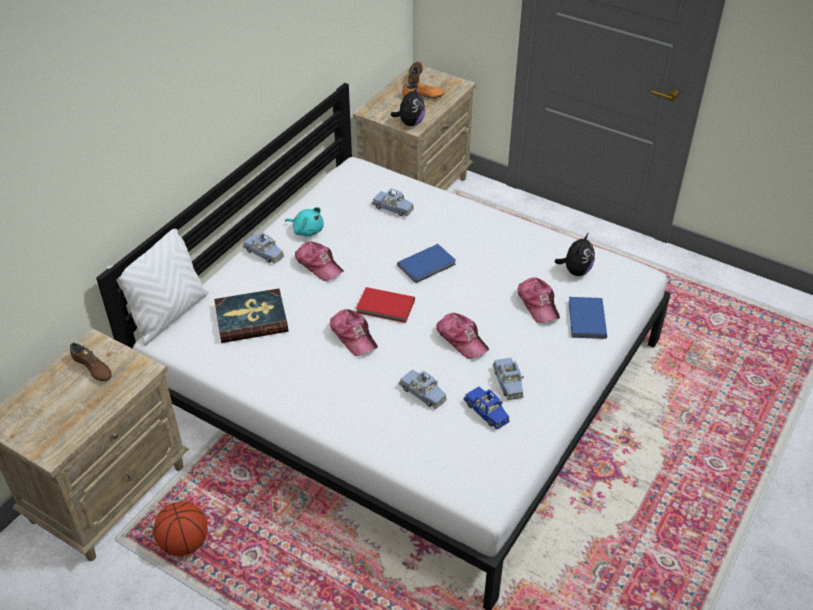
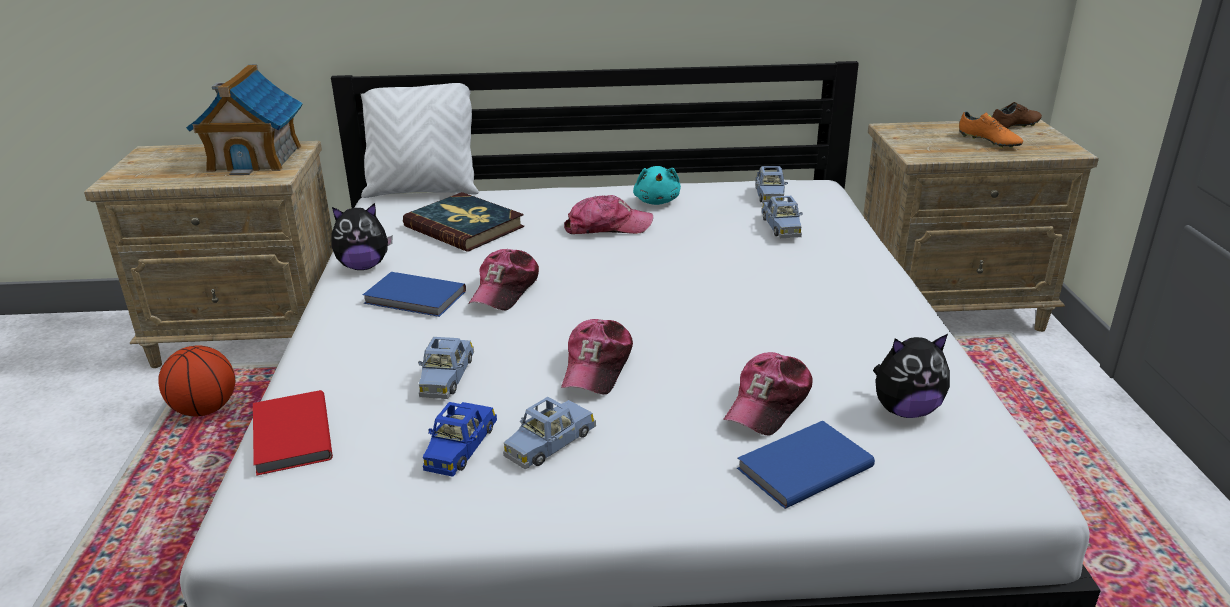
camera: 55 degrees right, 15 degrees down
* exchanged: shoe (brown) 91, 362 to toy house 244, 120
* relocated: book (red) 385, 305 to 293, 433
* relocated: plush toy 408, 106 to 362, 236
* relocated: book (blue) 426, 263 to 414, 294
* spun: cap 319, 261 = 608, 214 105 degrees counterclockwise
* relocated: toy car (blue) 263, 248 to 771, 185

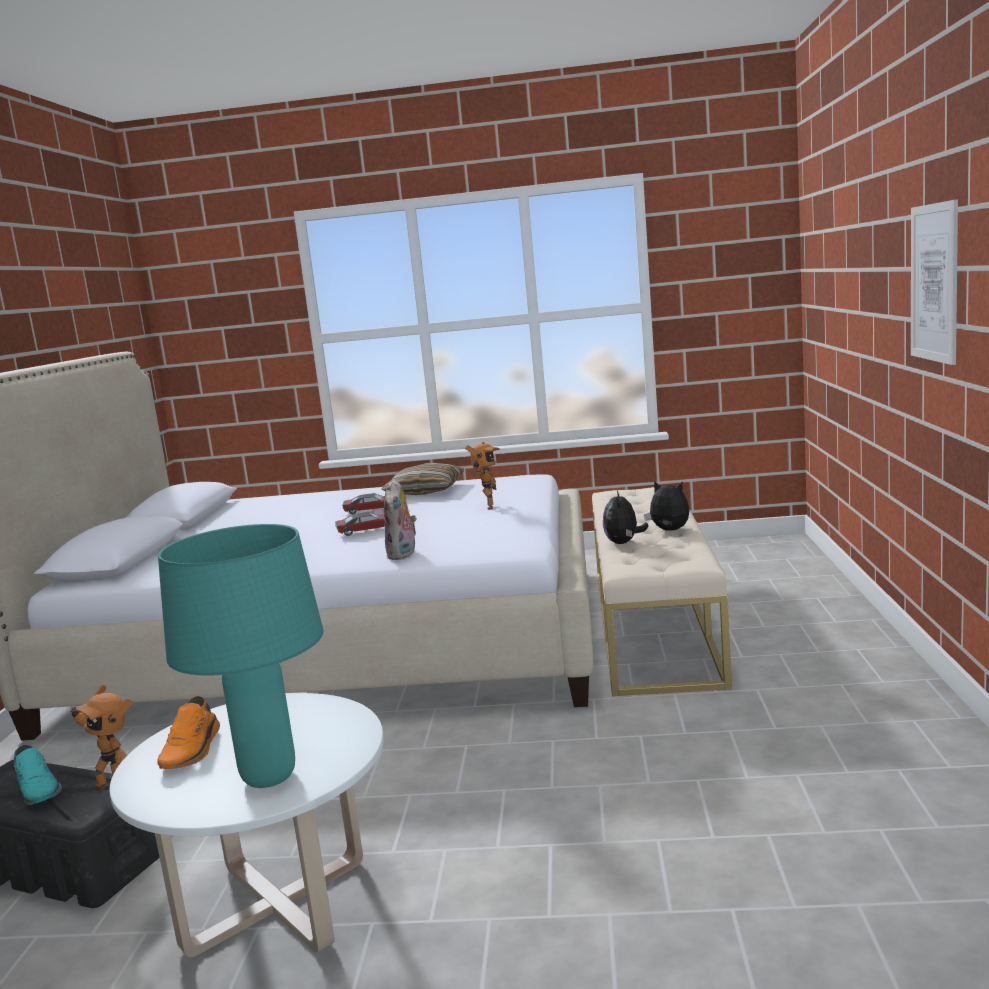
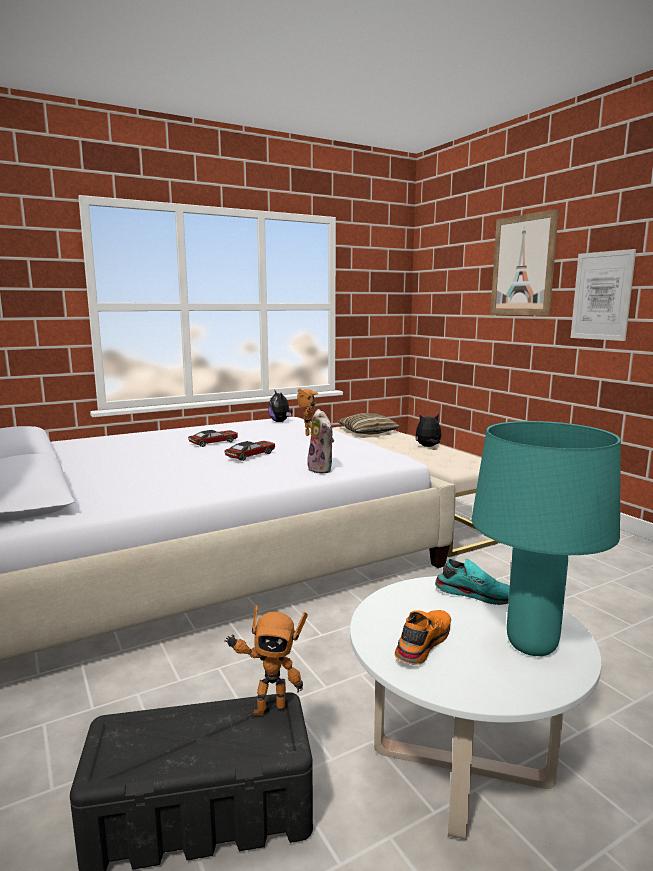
camera: 35 degrees left, 0 degrees up
* relocated: plush toy 626, 517 to 280, 406
* relocated: pillow 423, 479 to 368, 424
* spun: shoe (orange) 188, 732 = 423, 637 120 degrees counterclockwise
* relocated: shoe (turquoise) 37, 775 to 472, 581
* appeared: picture 525, 262

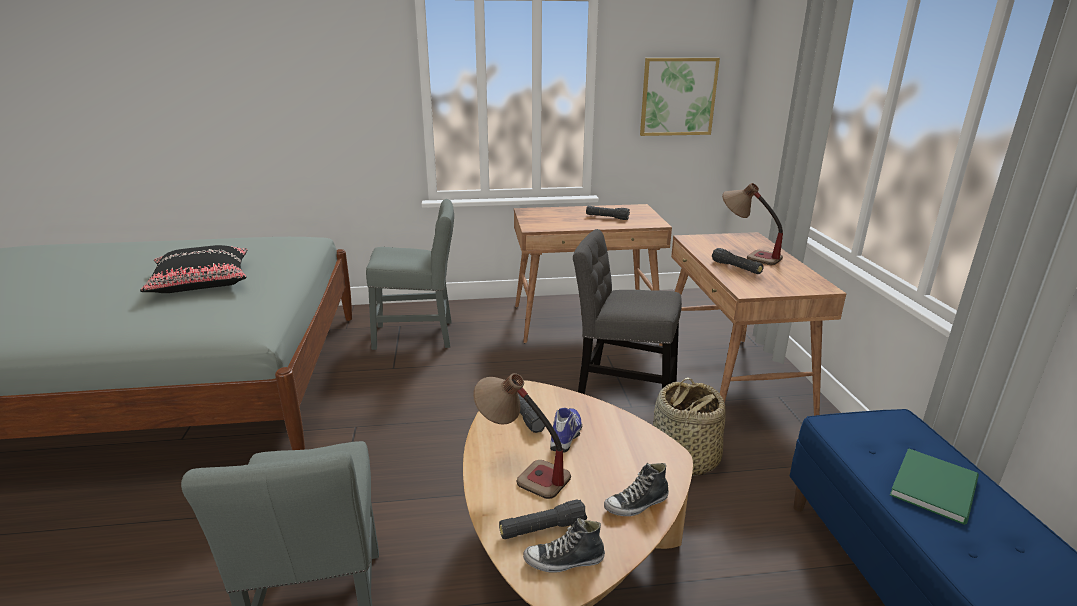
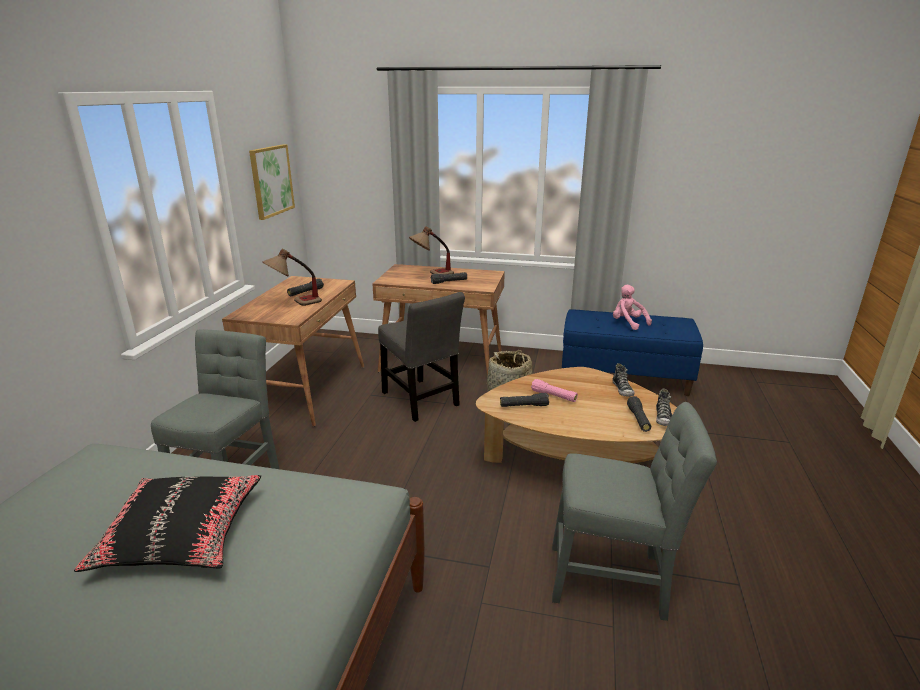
camera: 70 degrees left, 0 degrees up
* relocated: table lamp 522, 436 to 292, 277
* spun: chair (grey) 627, 311 = 421, 357 75 degrees counterclockwise
* exchanged: shoe 566, 430 to flashlight (pink) 554, 390
* exchanged: book (green) 934, 486 to plush toy (pink) 632, 307

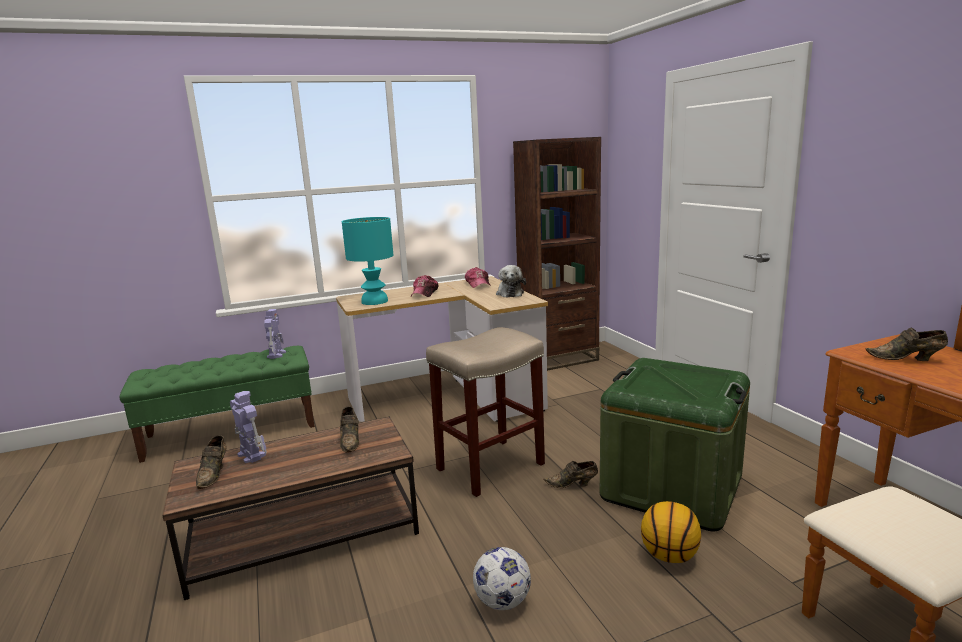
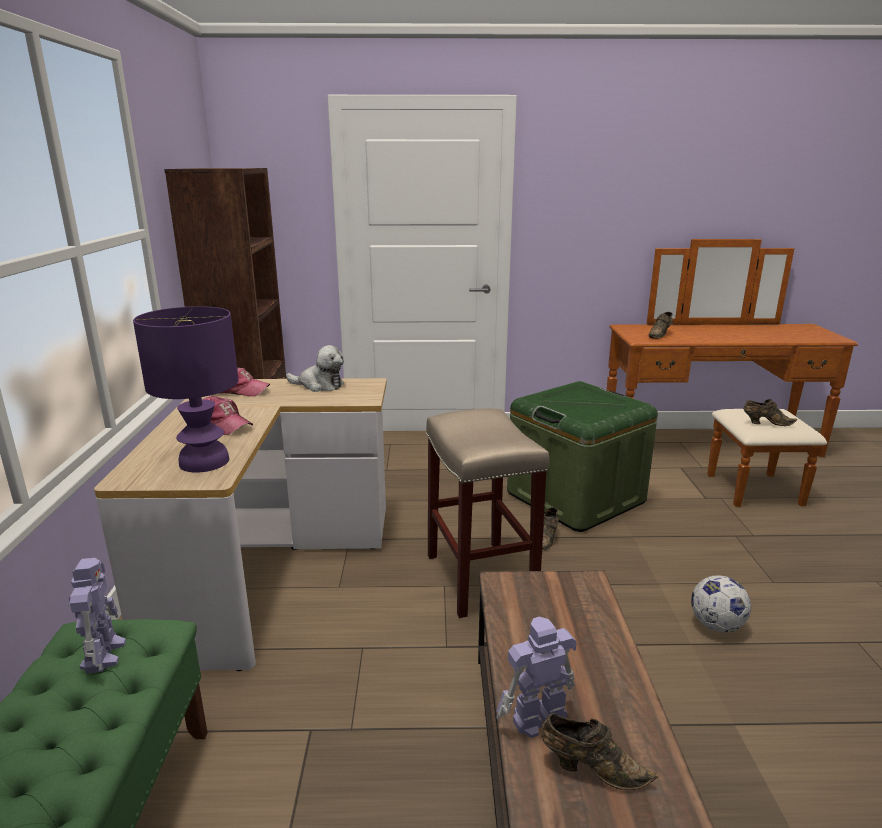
camera: 70 degrees left, 5 degrees up
* spun: toy robot 275, 334 = 97, 616 60 degrees clockwise
* colour: table lamp (turquoise) 367, 261 to table lamp (purple) 186, 389
* relocated: shoe (brown) 349, 429 to 770, 412
* missing: basketball 671, 532

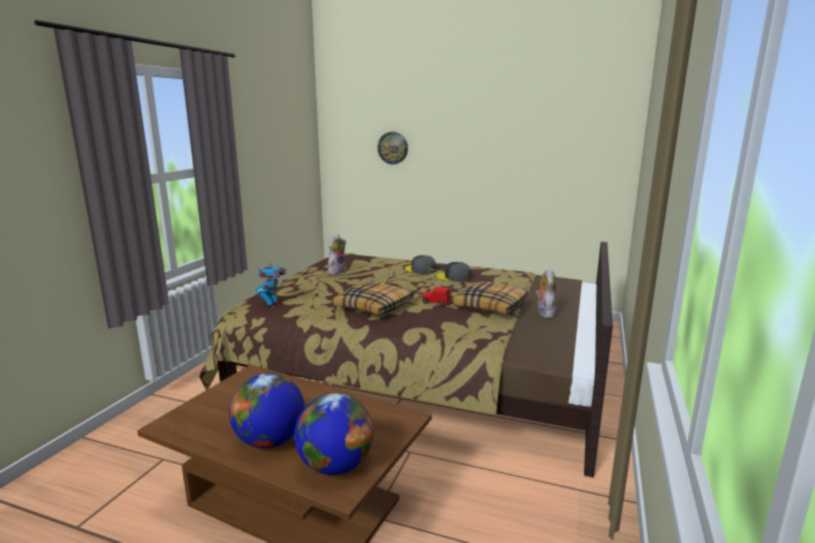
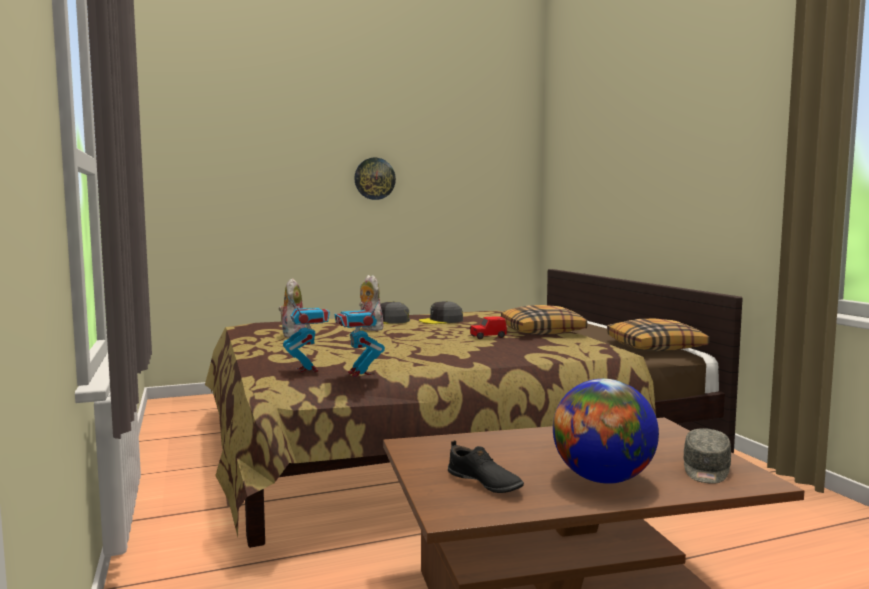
camera: 40 degrees left, 10 degrees down
* appeared: toy robot 359, 337
* relocated: wall clock 393, 148 to 375, 179
* relocated: plush toy 546, 293 to 371, 303
* appeared: shoe (black) 486, 466
* relocated: pillow 373, 298 to 658, 335
* exchanged: globe 334, 434 to cap (grey) 707, 456

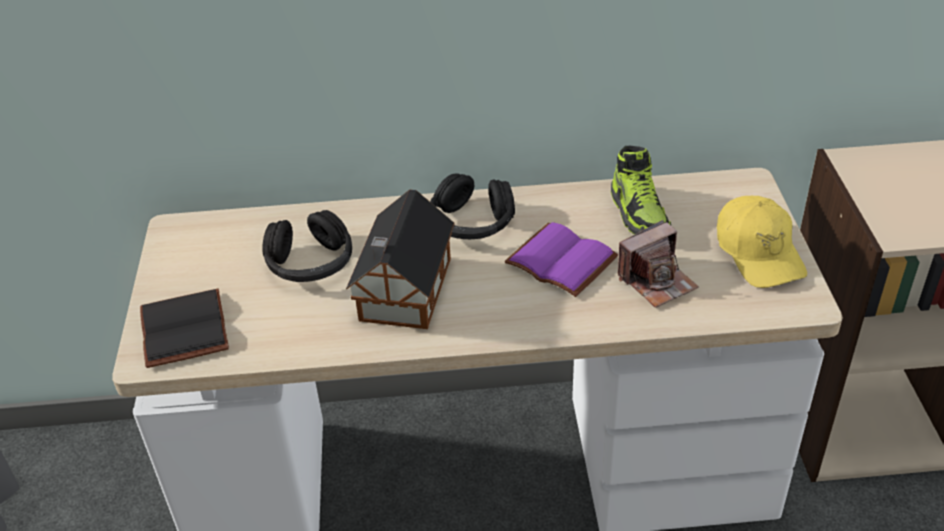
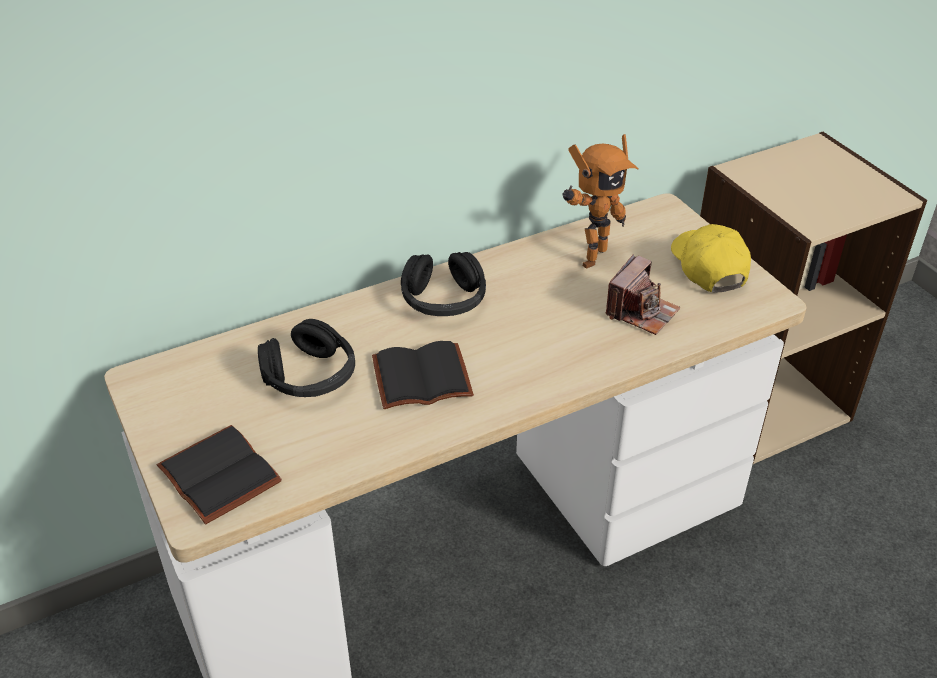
camera: 25 degrees left, 0 degrees up
* exchanged: toy house 400, 259 to book (black) 423, 375
* exchanged: shoe 641, 190 to toy robot 601, 201
* spun: cap (yellow) 762, 242 = 711, 258 150 degrees counterclockwise
* missing: book (purple) 561, 259

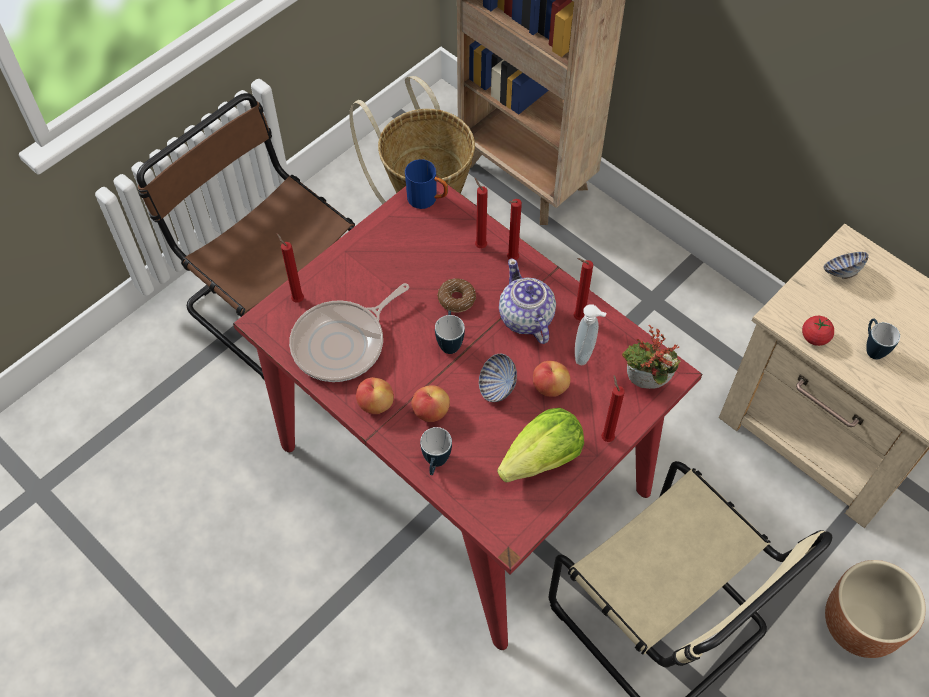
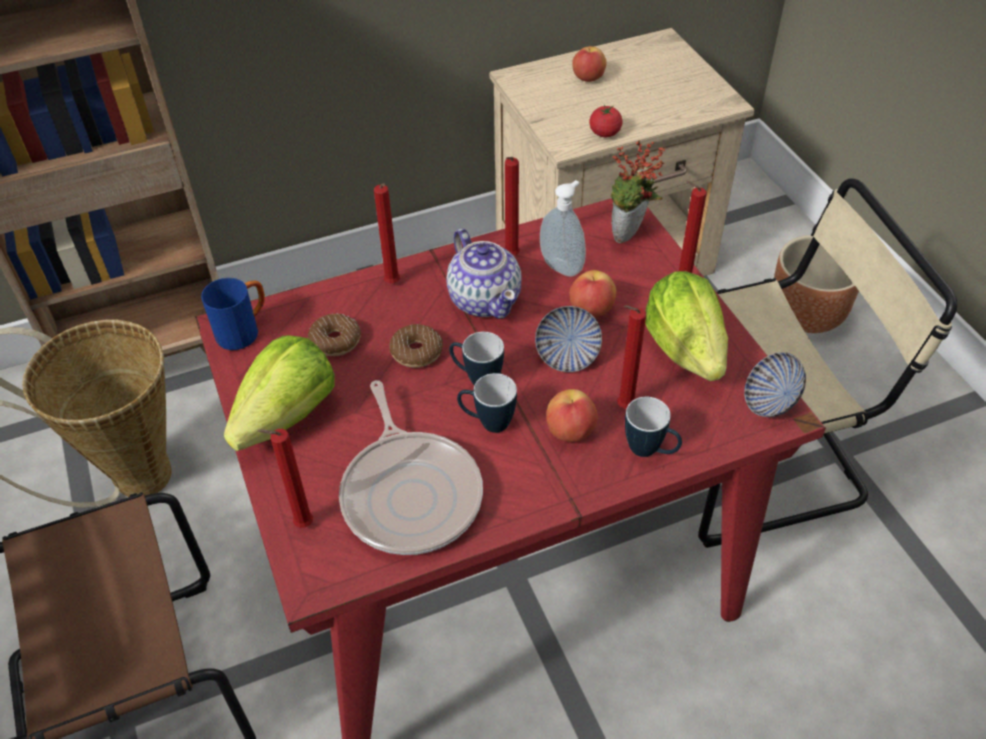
camera: 65 degrees left, 10 degrees down
* appeared: lettuce 279, 393
* appeared: donut 334, 334
* spun: teapot 527, 301 = 483, 273 120 degrees counterclockwise
* relocated: mug 883, 339 to 487, 403
* relocated: apple 375, 395 to 589, 64
* relocated: candle (red) 481, 212 to 631, 356
* relocated: bowl 845, 265 to 775, 384

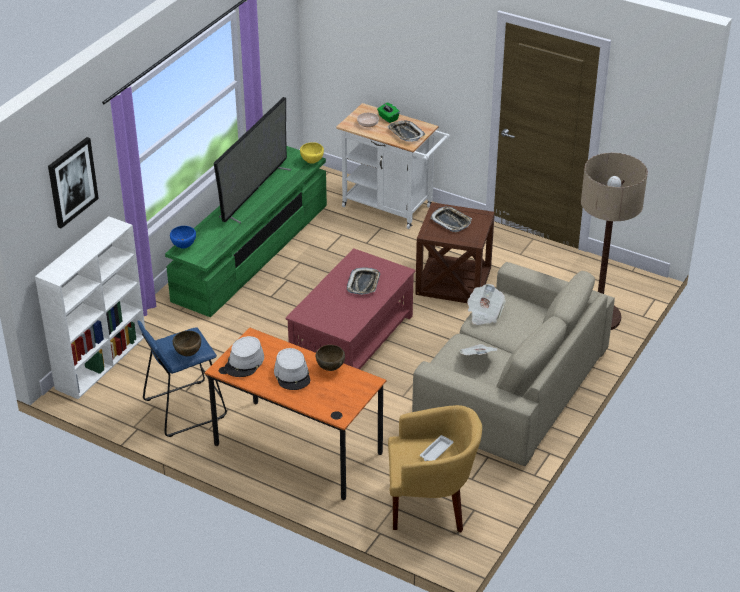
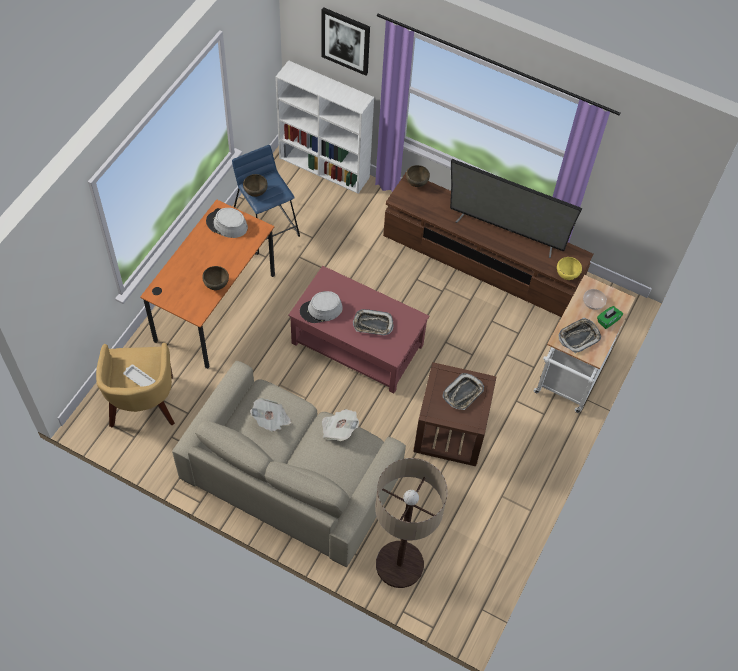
camera: 85 degrees right, 20 degrees up
* relocated: hat (grey) 292, 369 to 321, 307
* colour: tv stand (green) 246, 231 to tv stand (brown) 488, 245
* colour: bowl (blue) 183, 237 to bowl (brown) 418, 176

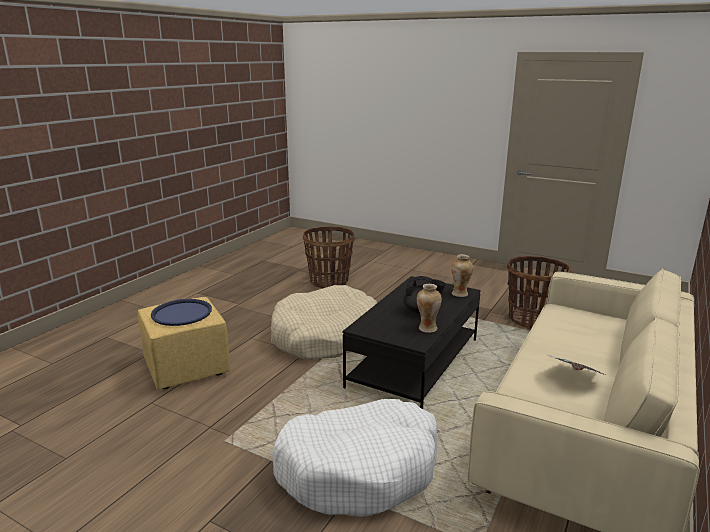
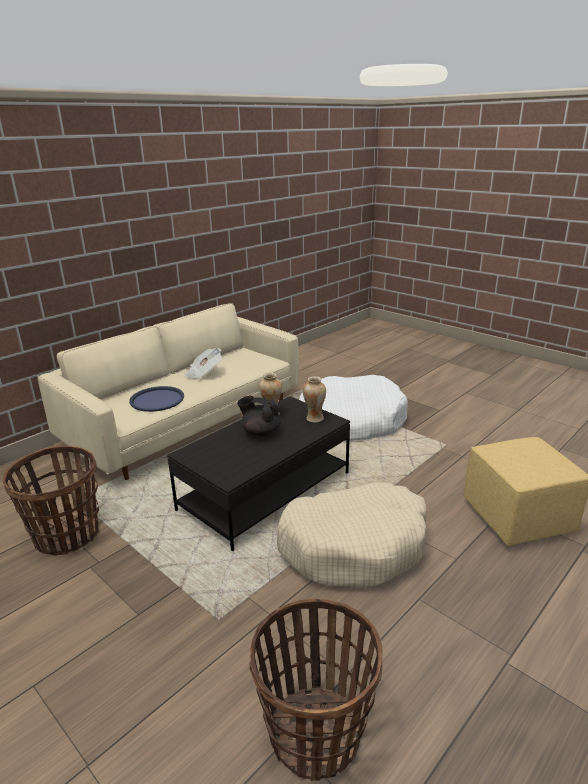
camera: 165 degrees left, 5 degrees up
* relocated: tray (blue) 181, 312 to 156, 399
* relocated: vase 462, 275 to 314, 399

